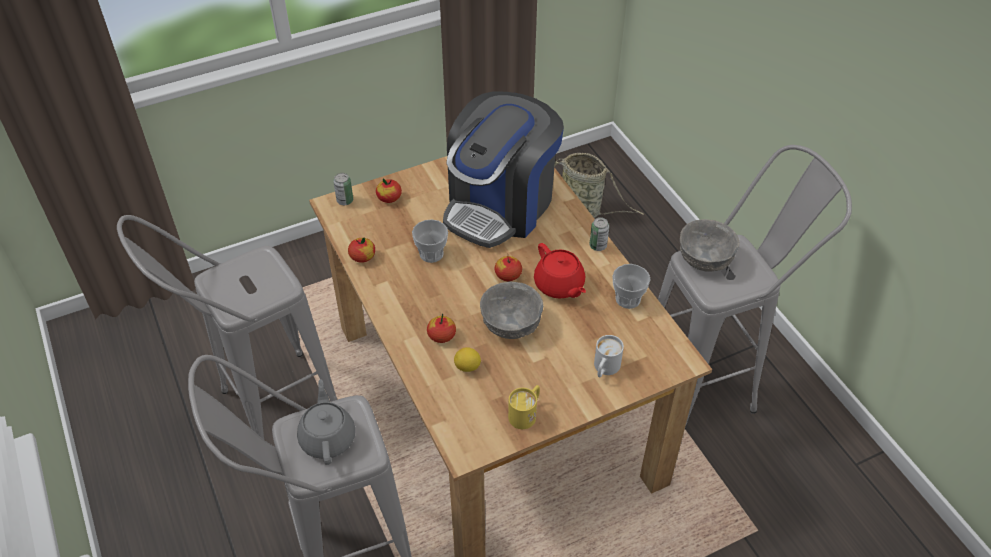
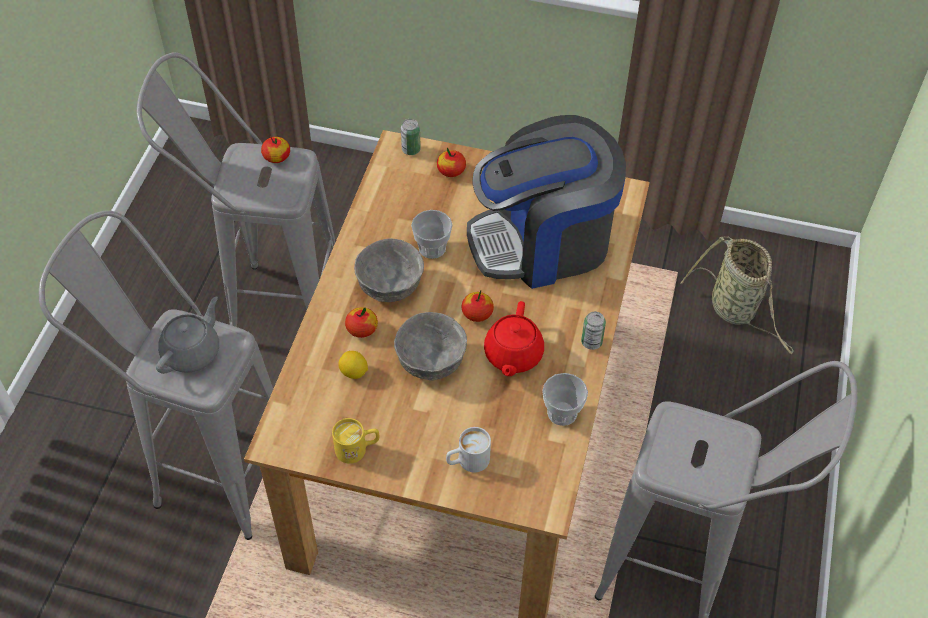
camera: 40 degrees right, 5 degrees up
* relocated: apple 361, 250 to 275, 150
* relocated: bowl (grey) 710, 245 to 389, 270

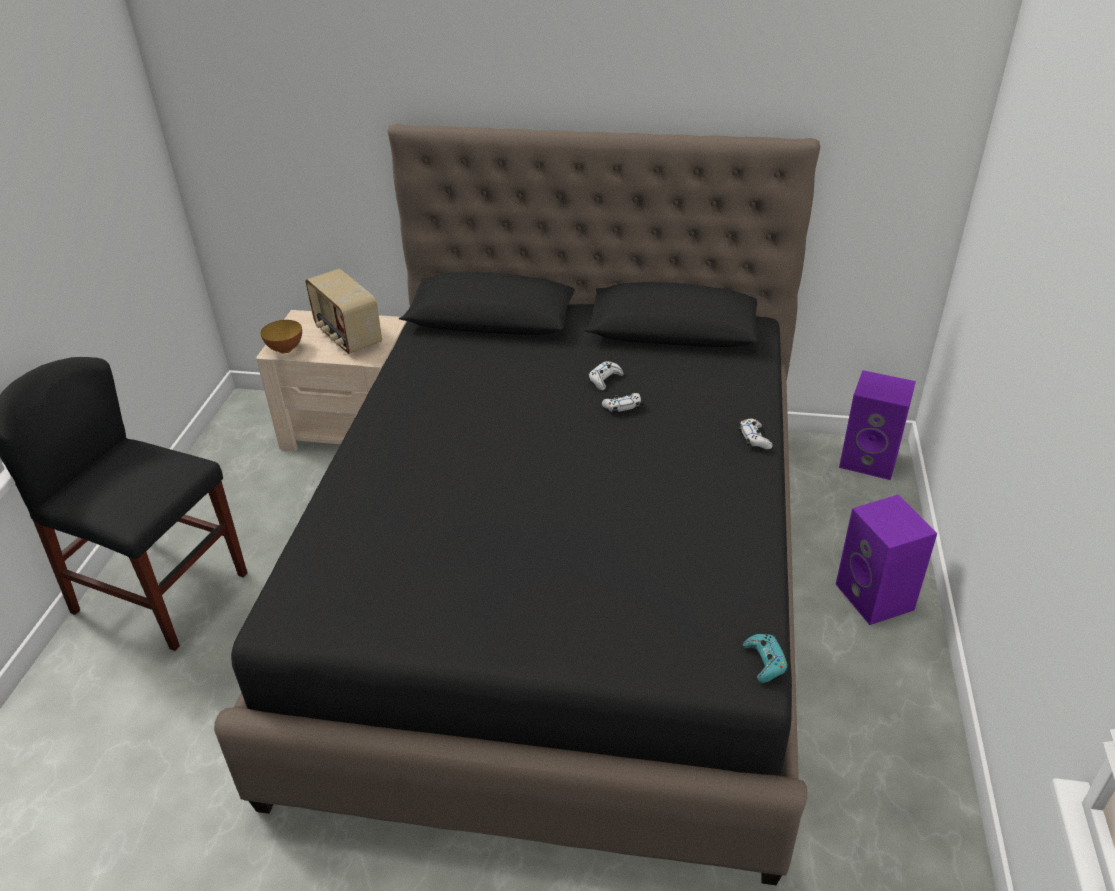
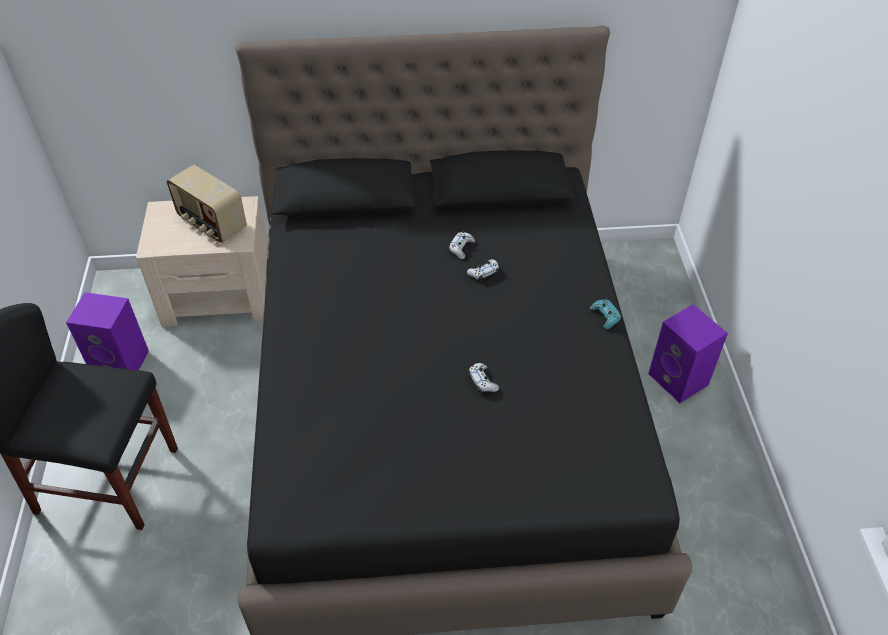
camera: 15 degrees left, 10 degrees up
* relocated: speaker (purple) 877, 425 to 107, 331
* relocated: game controller (white) 756, 434 to 484, 377
* relocated: game controller (turquoise) 765, 658 to 605, 314
* missing: bowl 281, 336

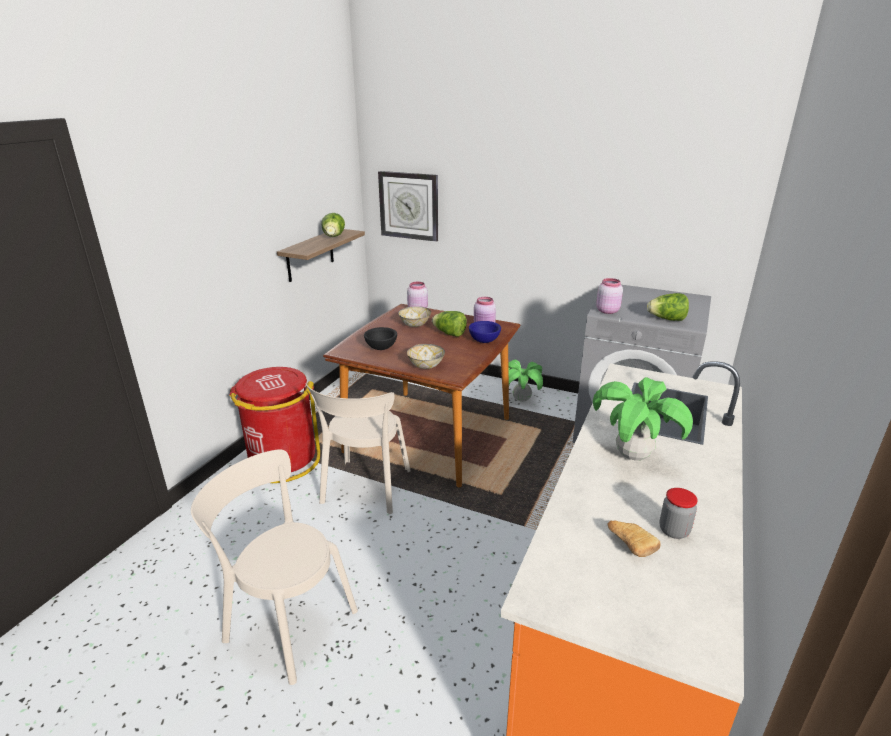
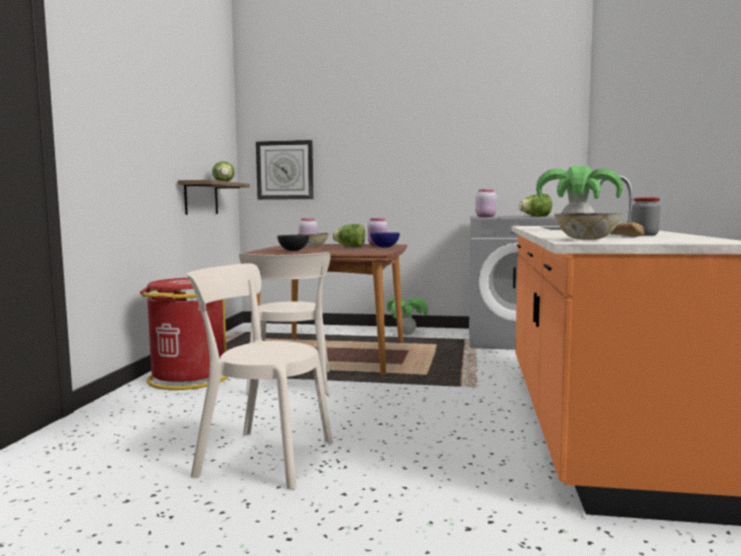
camera: 15 degrees left, 20 degrees down
* relocated: bowl 426, 356 to 589, 226

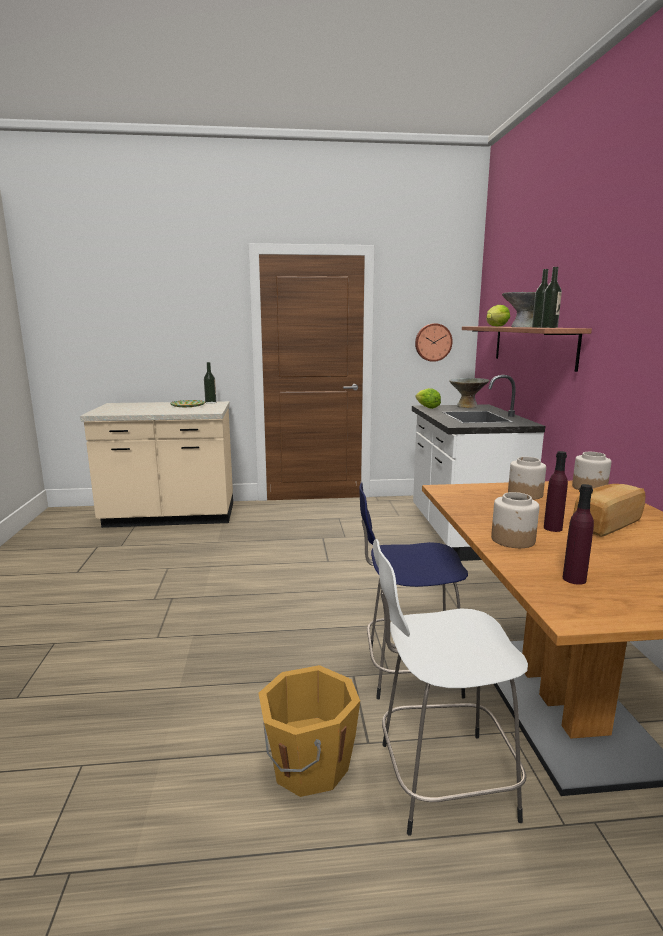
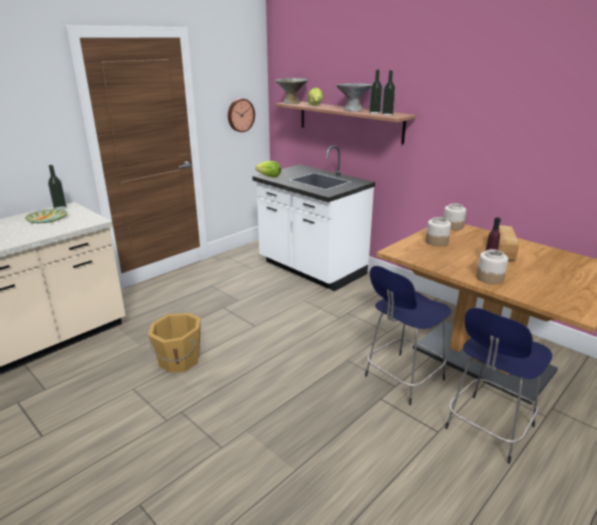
camera: 40 degrees left, 10 degrees up
* relocated: bucket (orange) 309, 731 to 174, 343
* relocated: bowl (grey) 469, 393 to 291, 91
* colour: stool (white) 450, 687 to stool (blue) 498, 386
* missing: bottle (purple) 578, 534

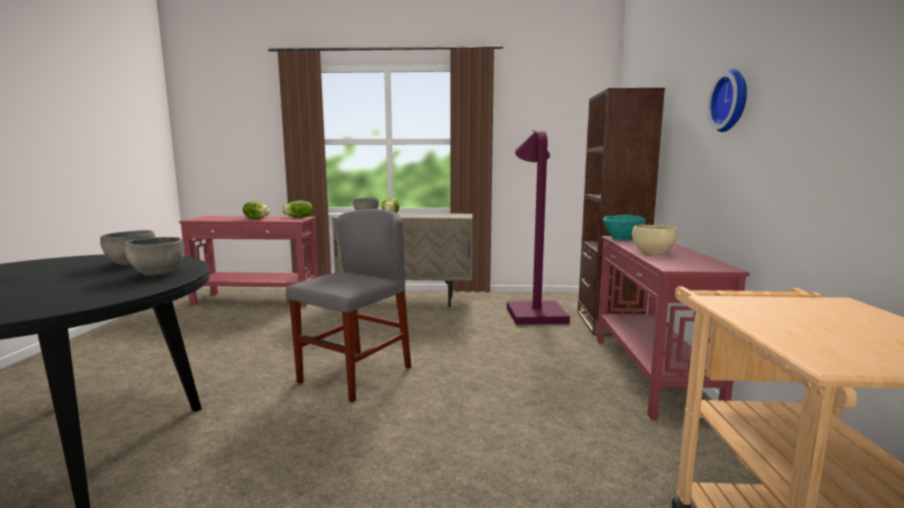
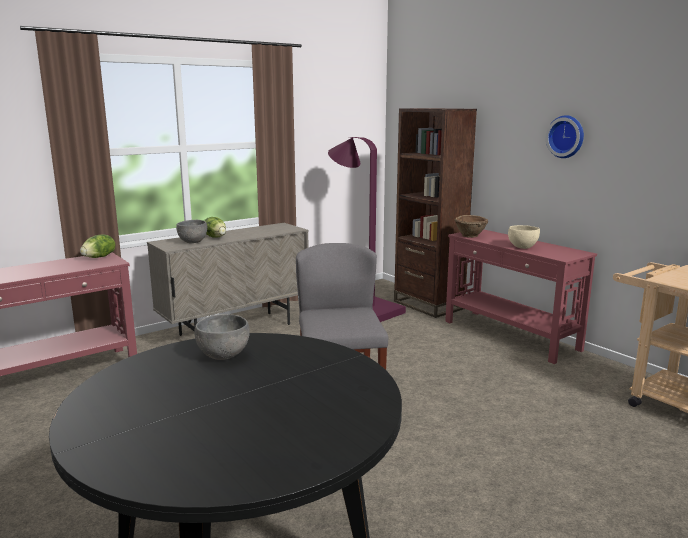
camera: 40 degrees left, 5 degrees up
* colour: bowl (turquoise) 624, 228 to bowl (brown) 471, 226
* missing: bowl (grey) 154, 256
* missing: lettuce 256, 210

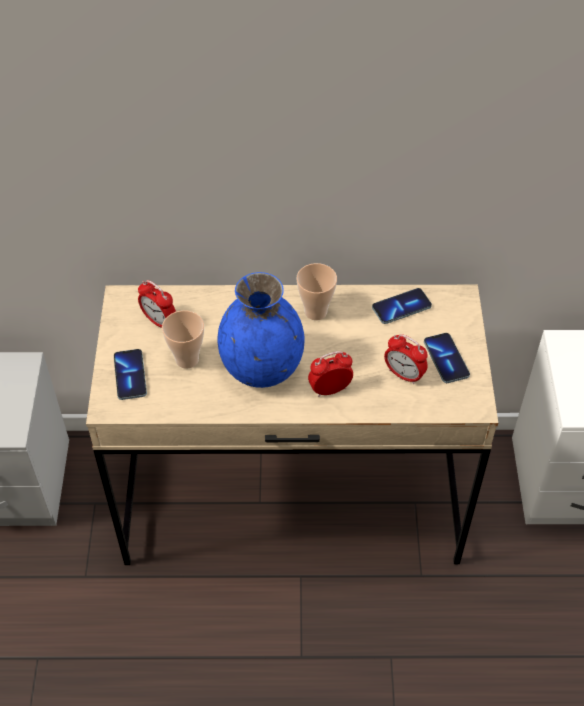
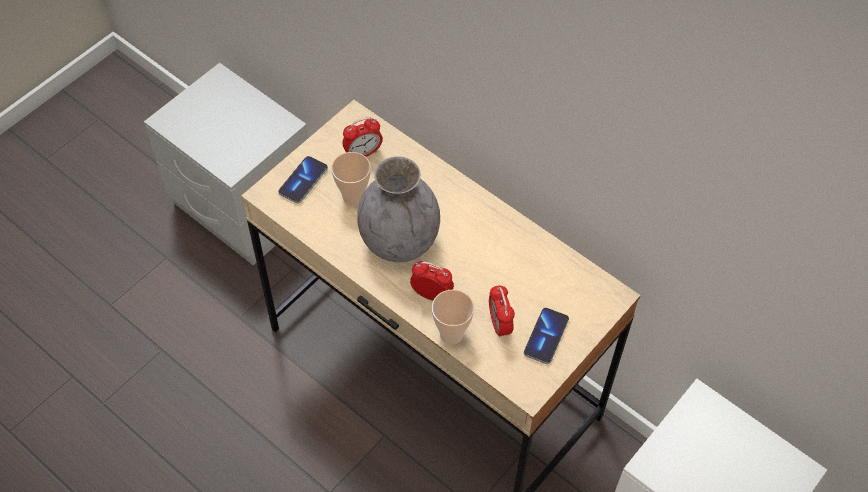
camera: 40 degrees right, 5 degrees up
* spun: alarm clock 157, 304 = 362, 137 105 degrees counterclockwise
* colour: vase (blue) 261, 330 to vase (grey) 398, 209
* relocated: cup 317, 291 to 453, 317
* missing: phone 402, 306

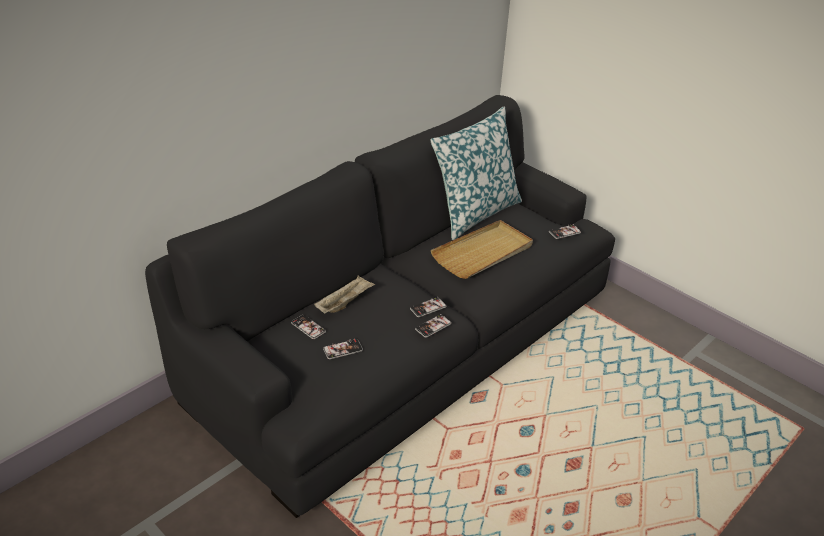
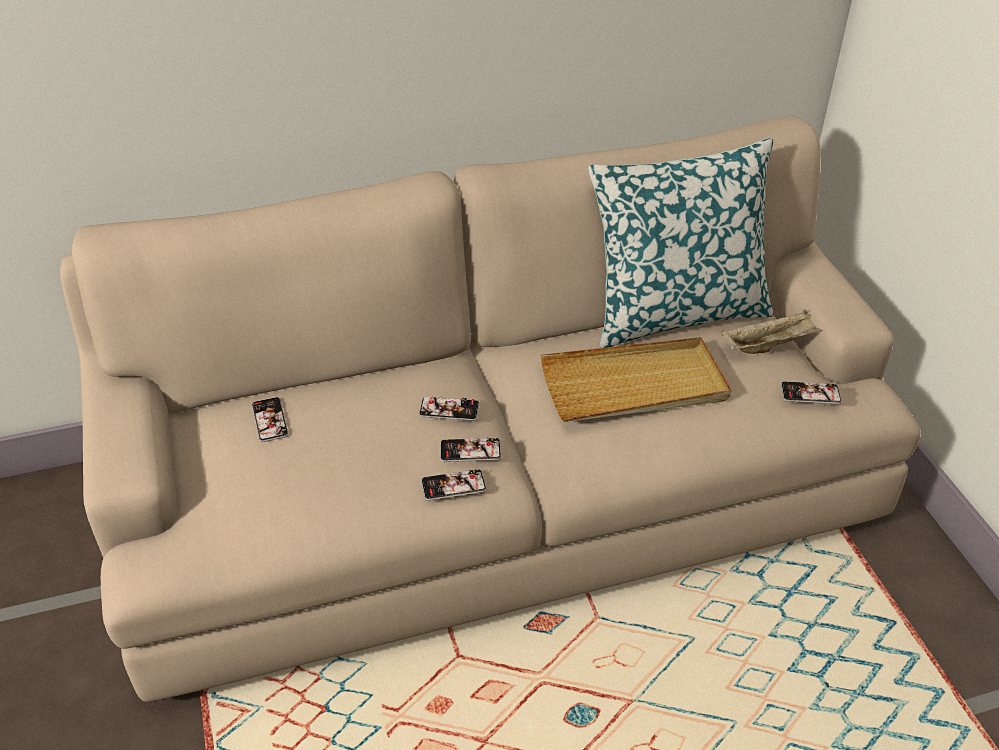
camera: 30 degrees right, 5 degrees up
* colour: sofa (black) 380, 306 to sofa (beige) 490, 408
* relocated: phone 343, 349 to 449, 408
* relocated: tray (beige) 344, 294 to 772, 331

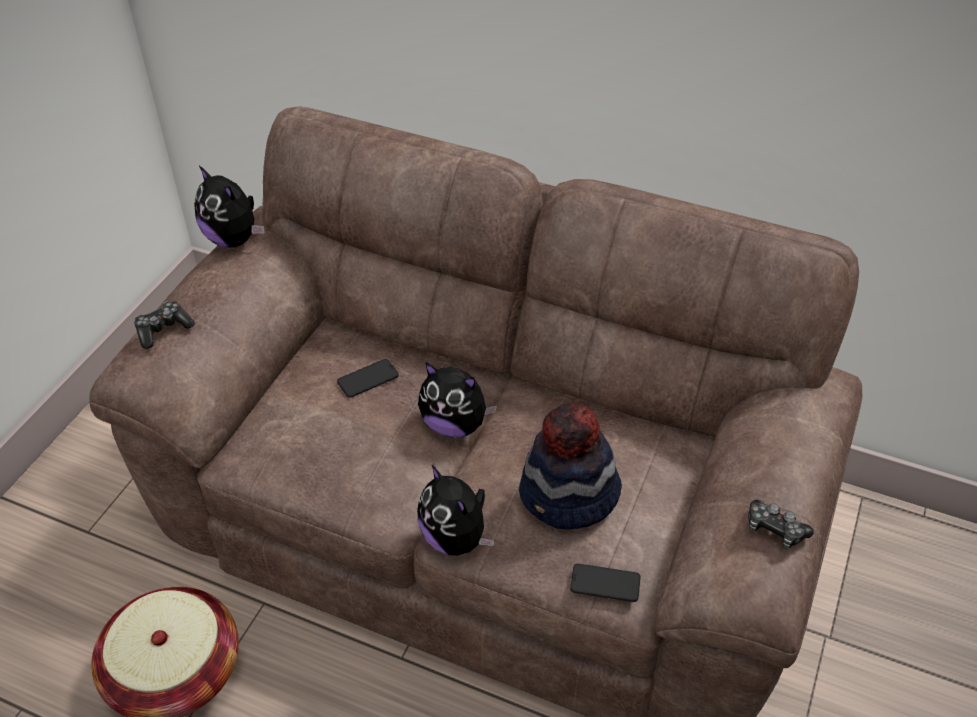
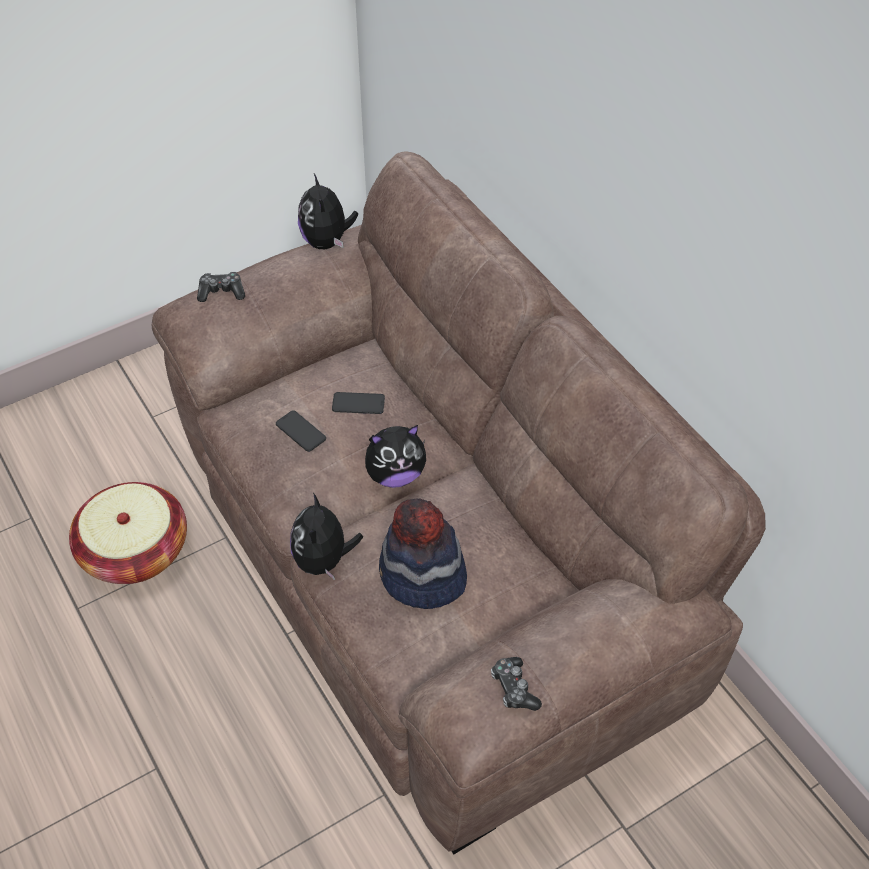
camera: 35 degrees right, 5 degrees up
* relocated: phone 605, 582 to 301, 431
* spun: plush toy 457, 400 = 395, 456 75 degrees counterclockwise

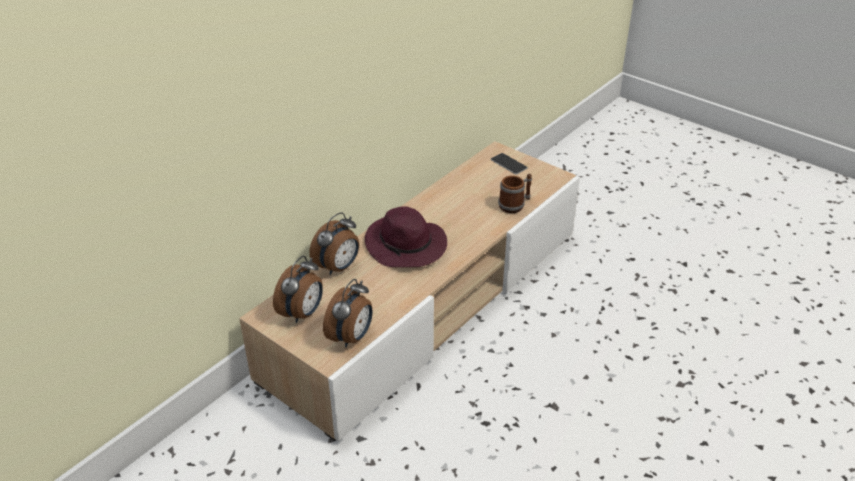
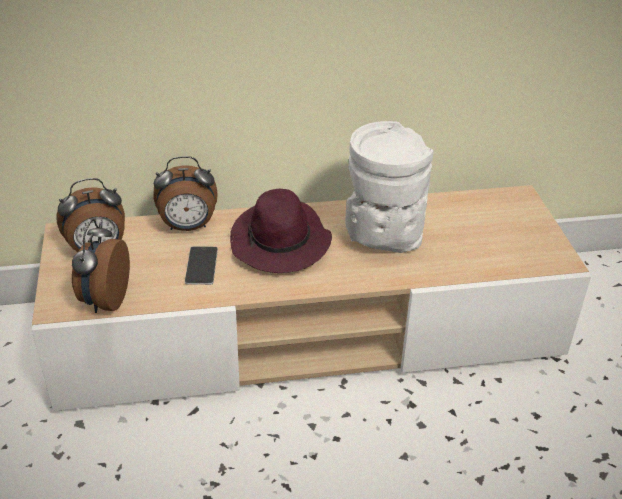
camera: 40 degrees right, 0 degrees up
* spun: alarm clock 347, 313 = 101, 266 120 degrees clockwise
* relocated: phone 509, 163 to 201, 265
* appeared: vase (white) 389, 187
* missing: mug 515, 193

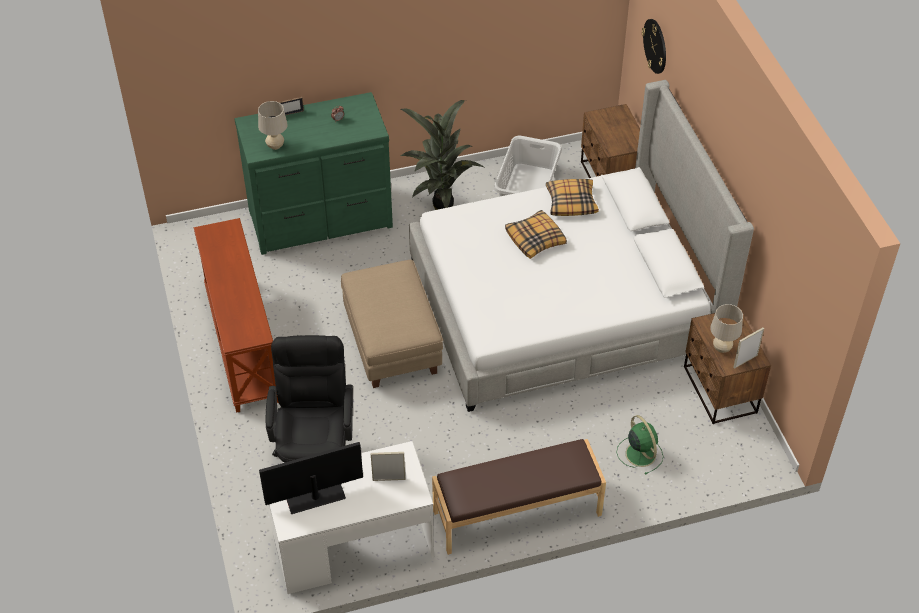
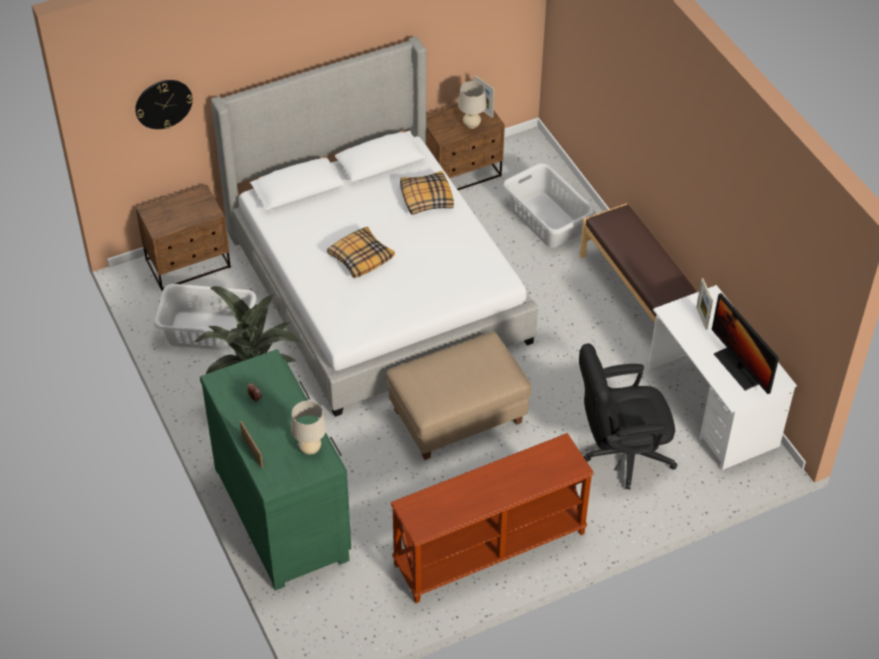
camera: 100 degrees left, 0 degrees up
* relocated: pillow 572, 197 to 427, 193
* exchanged: fan (green) 640, 445 to laundry basket (grey) 549, 205

